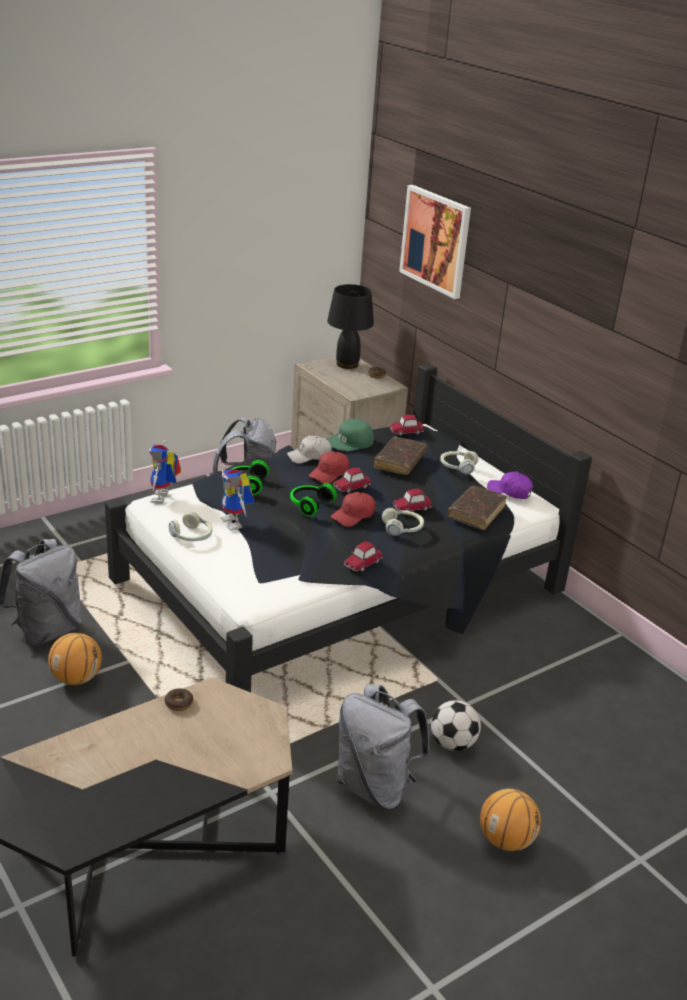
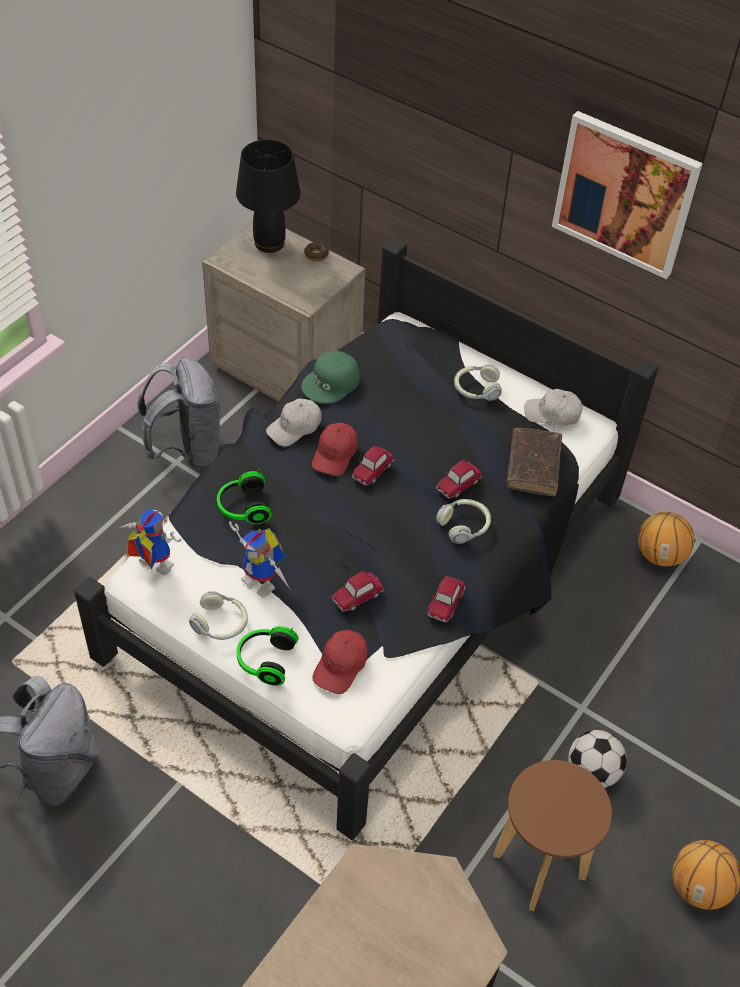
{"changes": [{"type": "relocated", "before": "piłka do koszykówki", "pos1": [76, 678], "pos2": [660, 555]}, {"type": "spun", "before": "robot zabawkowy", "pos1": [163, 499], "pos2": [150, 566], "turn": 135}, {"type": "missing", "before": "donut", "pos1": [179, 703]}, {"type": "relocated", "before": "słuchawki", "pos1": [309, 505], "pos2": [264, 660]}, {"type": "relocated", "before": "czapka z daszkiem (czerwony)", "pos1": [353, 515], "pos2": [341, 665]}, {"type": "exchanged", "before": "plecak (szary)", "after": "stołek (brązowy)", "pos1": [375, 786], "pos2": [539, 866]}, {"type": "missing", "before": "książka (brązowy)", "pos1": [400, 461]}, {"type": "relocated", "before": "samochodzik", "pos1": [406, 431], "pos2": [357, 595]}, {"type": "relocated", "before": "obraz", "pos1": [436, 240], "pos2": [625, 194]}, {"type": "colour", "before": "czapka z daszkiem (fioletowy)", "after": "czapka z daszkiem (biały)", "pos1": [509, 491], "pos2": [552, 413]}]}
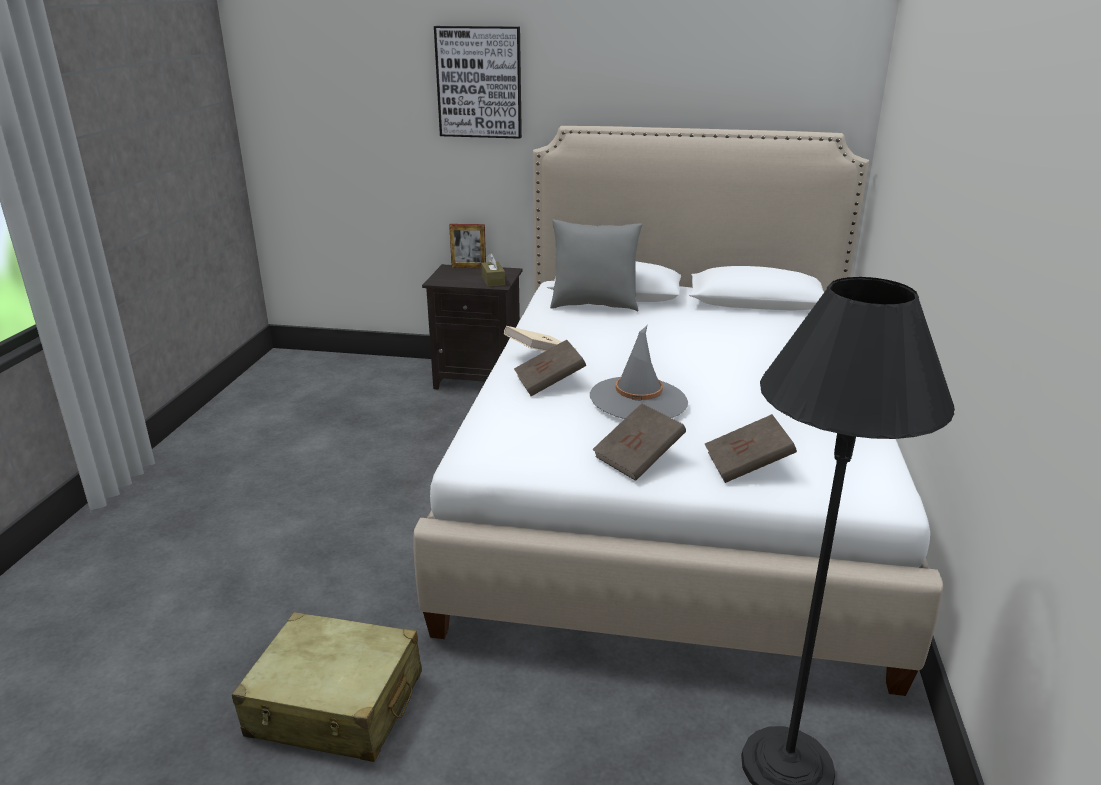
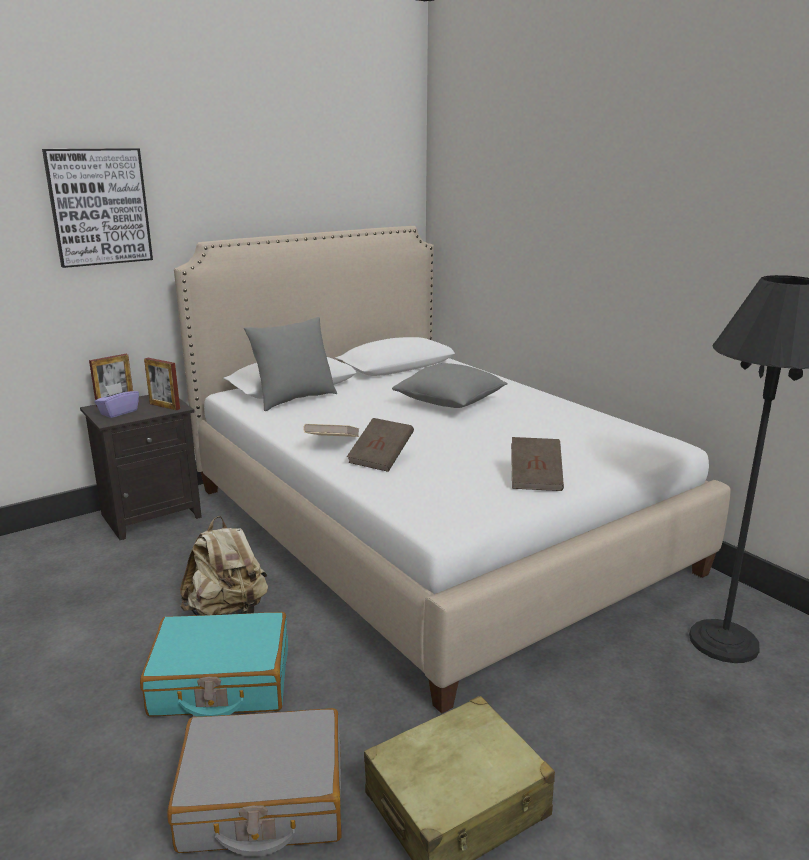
{"changes": [{"type": "exchanged", "before": "pudełko chusteczek (brązowy)", "after": "ramka na zdjęcie", "pos1": [493, 280], "pos2": [164, 406]}, {"type": "missing", "before": "kapelusz (szary)", "pos1": [638, 399]}, {"type": "missing", "before": "książka (brązowy)", "pos1": [747, 466]}, {"type": "appeared", "after": "pudełko chusteczek (fioletowy)", "pos2": [118, 412]}, {"type": "appeared", "after": "walizka (turkusowy)", "pos2": [221, 682]}, {"type": "appeared", "after": "walizka (szary)", "pos2": [262, 799]}, {"type": "appeared", "after": "plecak (beżowy)", "pos2": [228, 612]}, {"type": "appeared", "after": "poduszka (szary)", "pos2": [450, 403]}]}
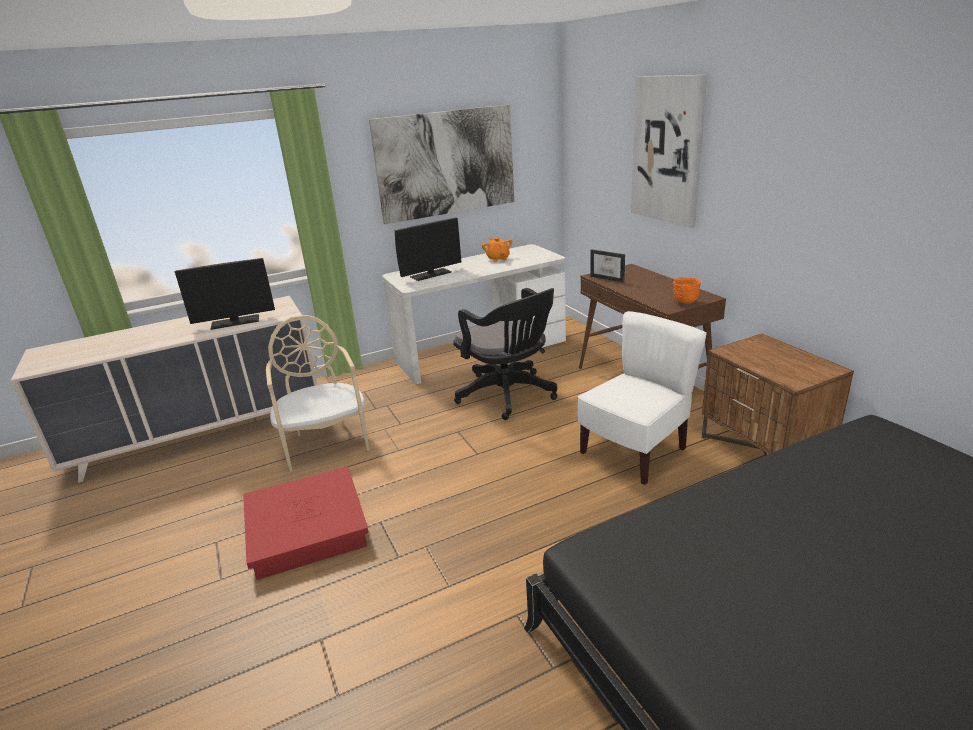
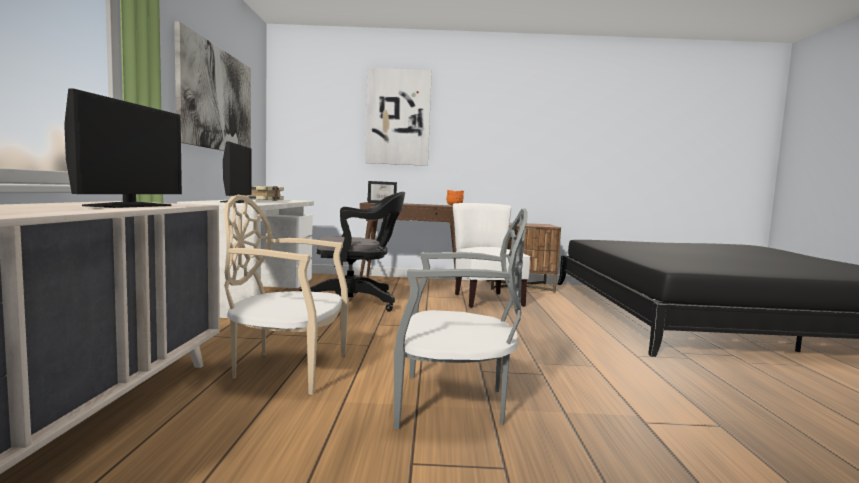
{"changes": [{"type": "exchanged", "before": "pojemnik do przechowywania (czerwony)", "after": "krzesło (szary)", "pos1": [306, 529], "pos2": [454, 403]}, {"type": "exchanged", "before": "imbryk (pomarańczowy)", "after": "książka", "pos1": [498, 258], "pos2": [262, 200]}]}
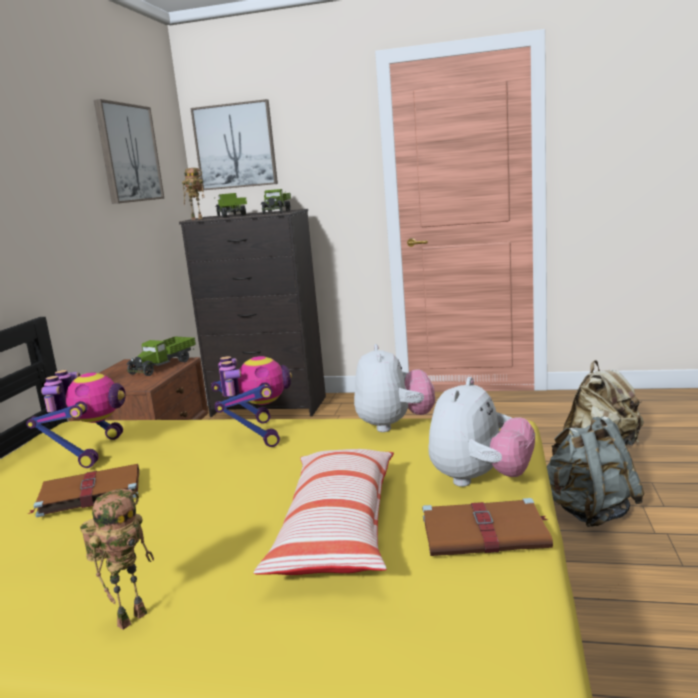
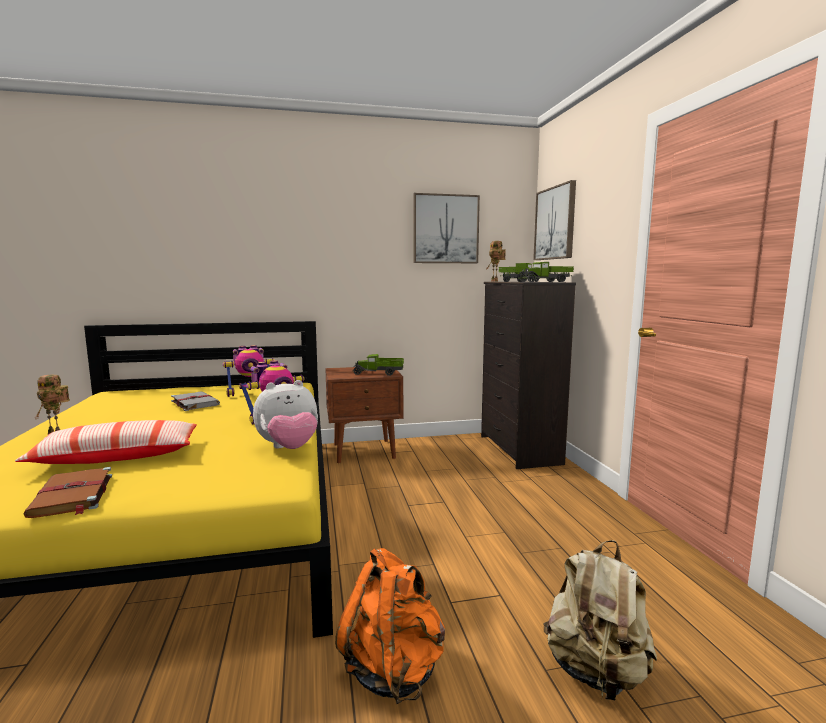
{"changes": [{"type": "colour", "before": "książka (brązowy)", "after": "książka (szary)", "pos1": [88, 493], "pos2": [194, 403]}, {"type": "missing", "before": "pluszak", "pos1": [479, 480]}, {"type": "colour", "before": "plecak (szary)", "after": "plecak (pomarańczowy)", "pos1": [589, 512], "pos2": [393, 669]}]}
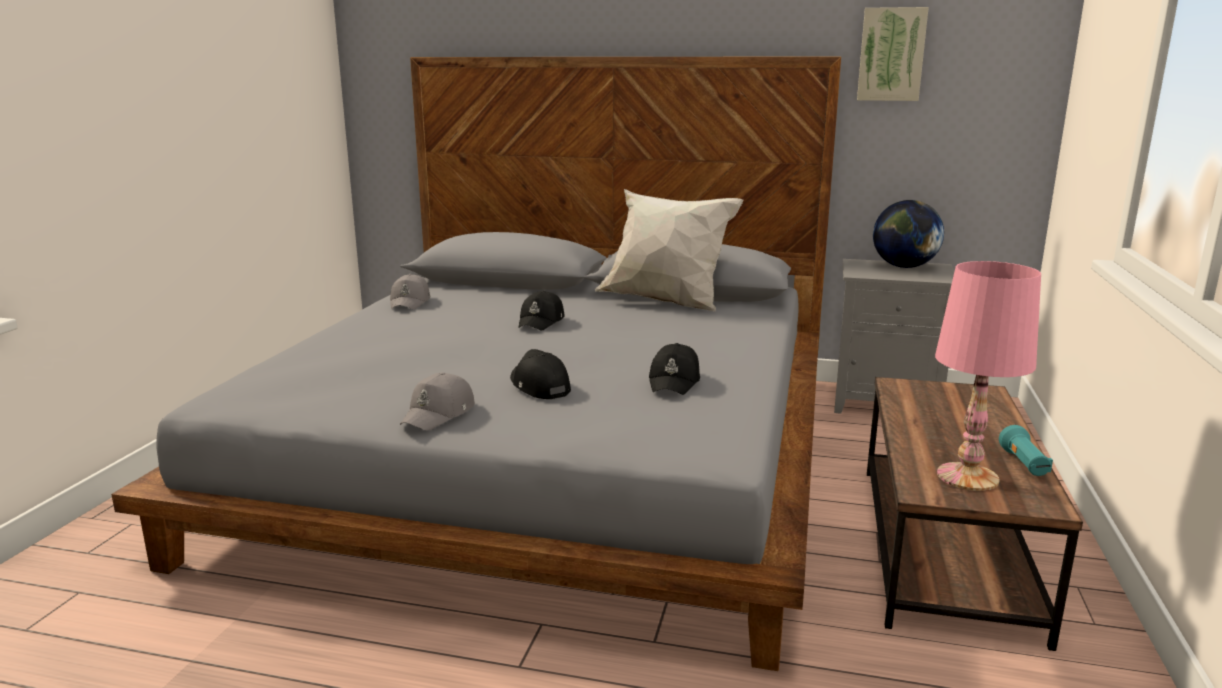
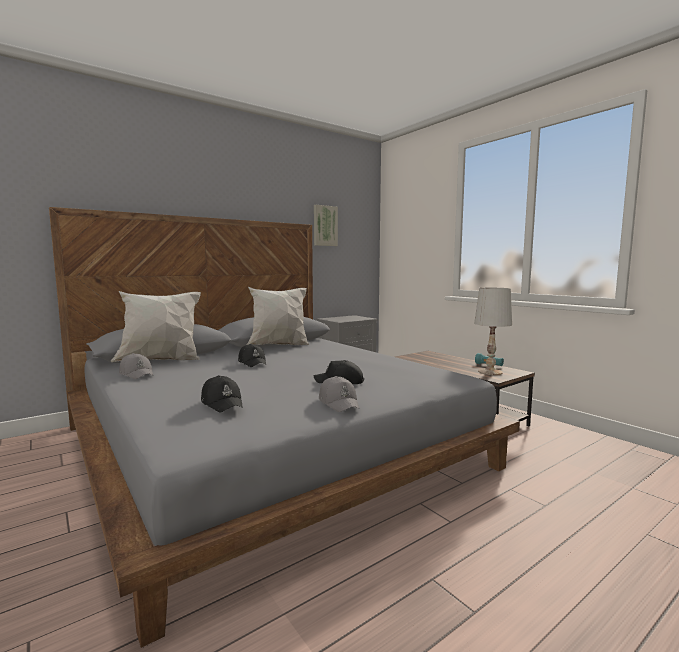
{"changes": [{"type": "relocated", "before": "czapka z daszkiem (czarny)", "pos1": [675, 381], "pos2": [222, 403]}, {"type": "missing", "before": "globus", "pos1": [904, 267]}, {"type": "colour", "before": "lampa stołowa (różowy)", "after": "lampa stołowa (biały)", "pos1": [967, 476], "pos2": [489, 372]}, {"type": "appeared", "after": "poduszka (biały)", "pos2": [161, 361]}]}
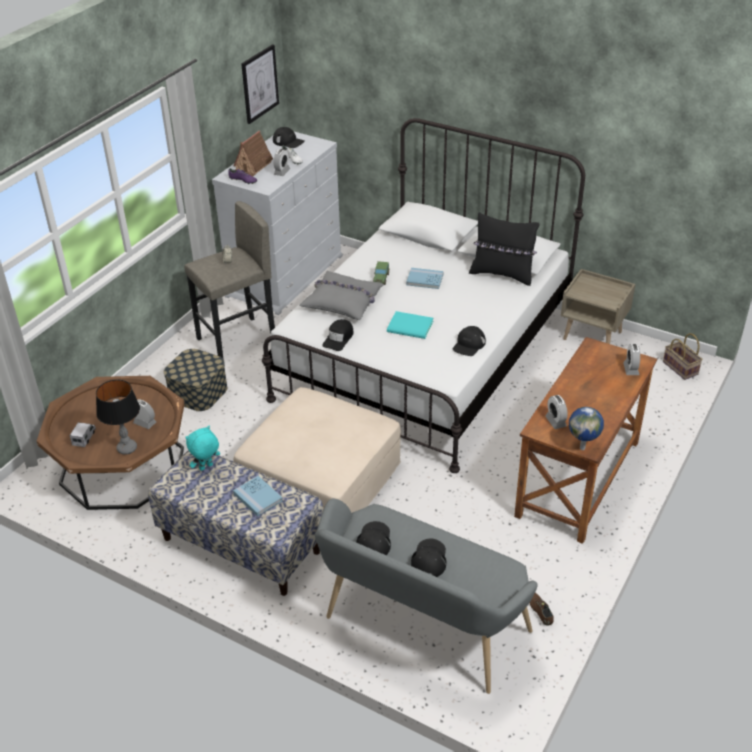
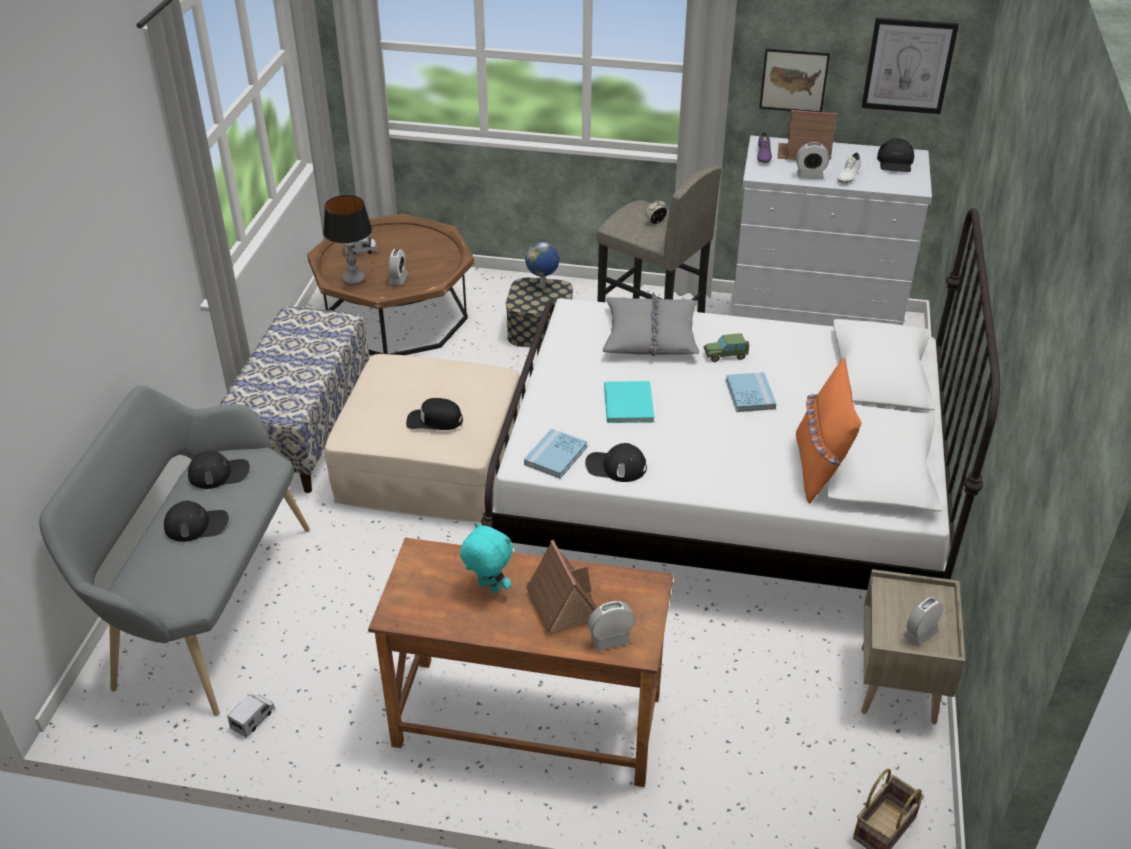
{"changes": [{"type": "relocated", "before": "pluszak (turkusowy)", "pos1": [206, 467], "pos2": [487, 588]}, {"type": "relocated", "before": "książka (niebieski)", "pos1": [258, 497], "pos2": [555, 455]}, {"type": "relocated", "before": "czapka z daszkiem (czarny)", "pos1": [339, 338], "pos2": [434, 420]}, {"type": "colour", "before": "poduszka (czarny)", "after": "poduszka (pomarańczowy)", "pos1": [502, 274], "pos2": [819, 468]}, {"type": "exchanged", "before": "but (brązowy)", "after": "ciężarówka zabawkowa", "pos1": [540, 611], "pos2": [253, 719]}, {"type": "relocated", "before": "budzik", "pos1": [555, 421], "pos2": [920, 633]}, {"type": "relocated", "before": "globus", "pos1": [583, 447], "pos2": [543, 287]}, {"type": "appeared", "after": "domek", "pos2": [561, 603]}, {"type": "appeared", "after": "obraz", "pos2": [794, 80]}]}
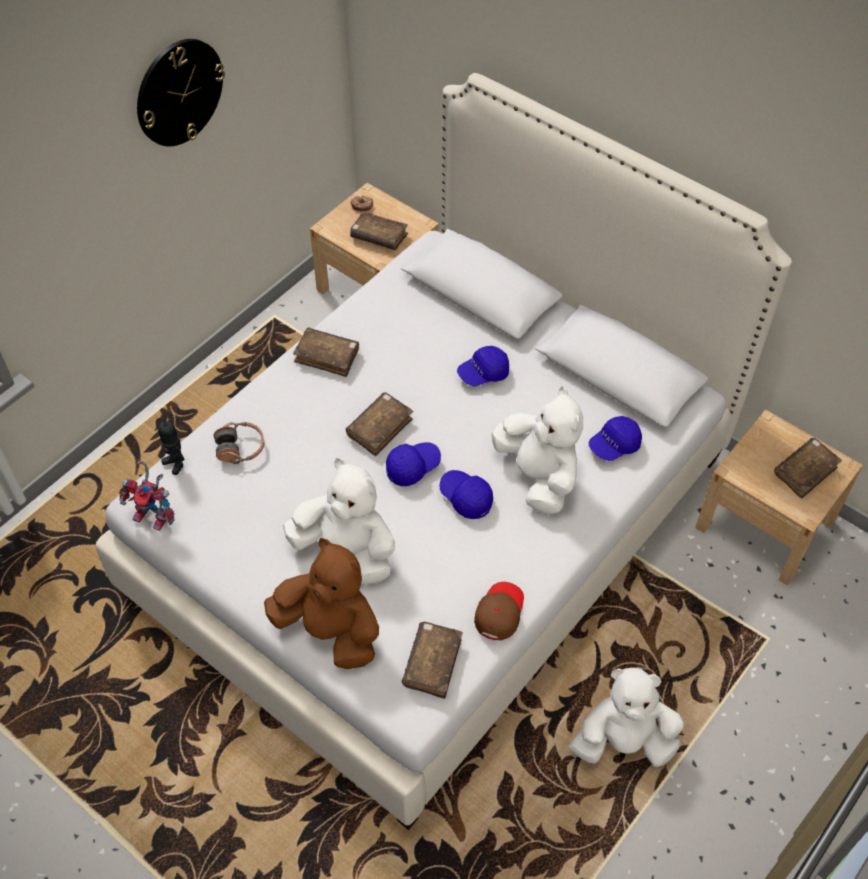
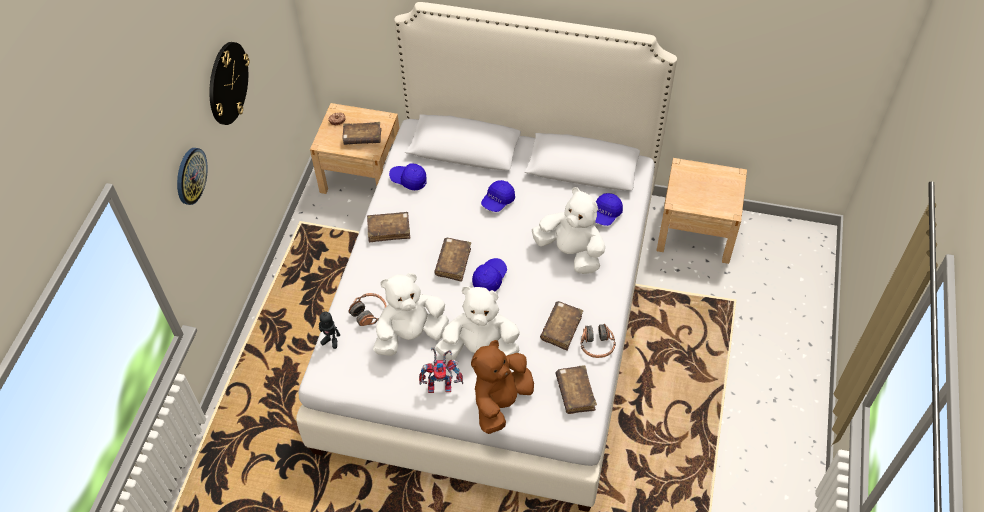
{"changes": [{"type": "relocated", "before": "robot zabawkowy", "pos1": [156, 516], "pos2": [442, 384]}, {"type": "spun", "before": "pluszak (brązowy)", "pos1": [330, 631], "pos2": [500, 401], "turn": -60}, {"type": "relocated", "before": "czapka z daszkiem (niebieski)", "pos1": [466, 498], "pos2": [408, 180]}, {"type": "exchanged", "before": "czapka z daszkiem (brązowy)", "after": "słuchawki", "pos1": [499, 612], "pos2": [597, 345]}, {"type": "relocated", "before": "pluszak (biały)", "pos1": [624, 741], "pos2": [410, 335]}, {"type": "relocated", "before": "książka (brązowy)", "pos1": [805, 472], "pos2": [561, 328]}, {"type": "appeared", "after": "zegar ścienny", "pos2": [190, 176]}]}
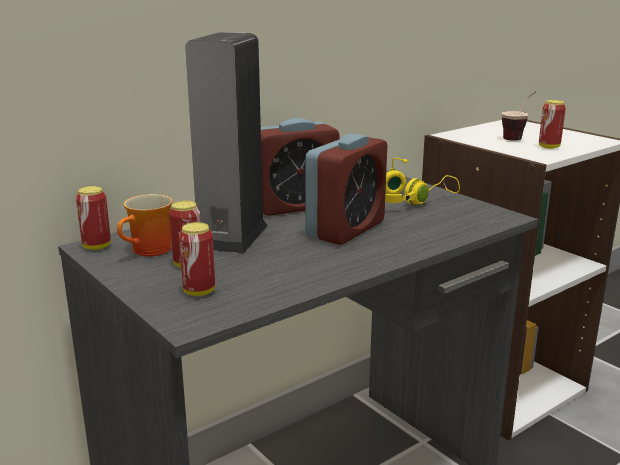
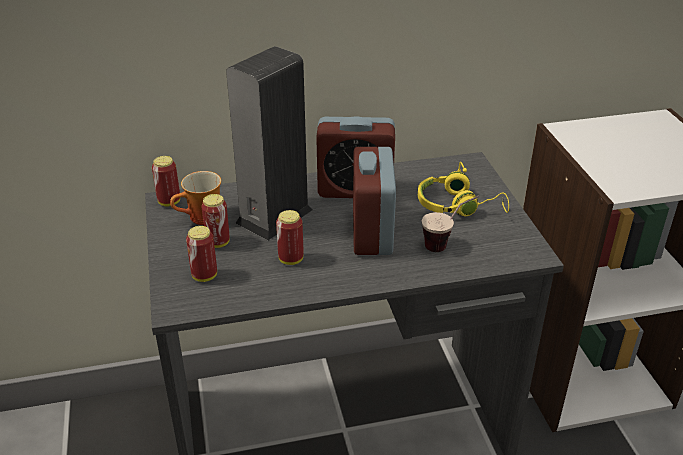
{"changes": [{"type": "spun", "before": "budzik", "pos1": [346, 229], "pos2": [372, 233], "turn": 120}, {"type": "relocated", "before": "filiżanka", "pos1": [518, 137], "pos2": [447, 244]}, {"type": "relocated", "before": "puszka", "pos1": [549, 147], "pos2": [291, 259]}]}
